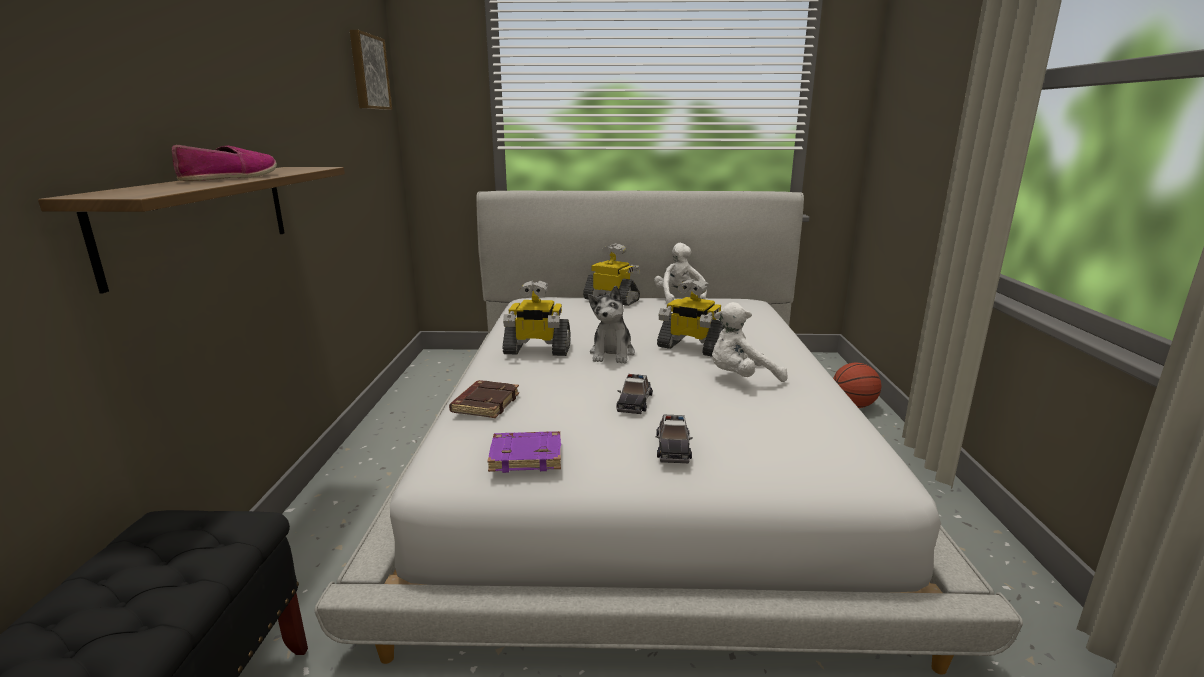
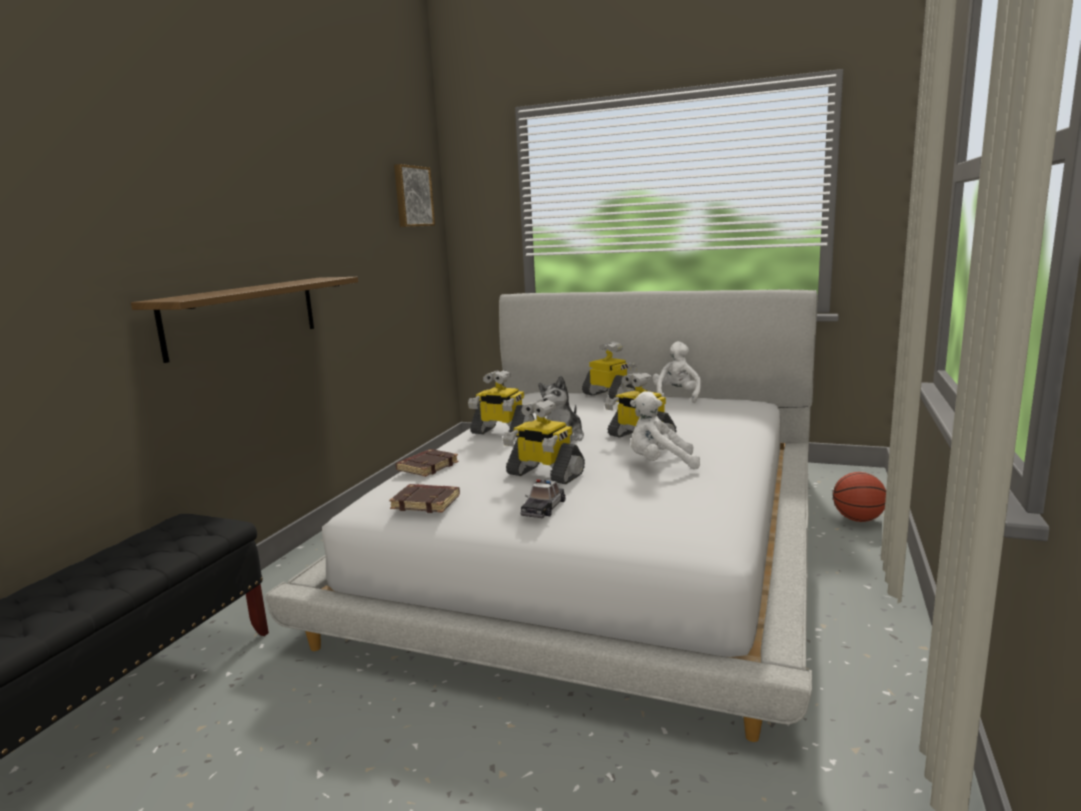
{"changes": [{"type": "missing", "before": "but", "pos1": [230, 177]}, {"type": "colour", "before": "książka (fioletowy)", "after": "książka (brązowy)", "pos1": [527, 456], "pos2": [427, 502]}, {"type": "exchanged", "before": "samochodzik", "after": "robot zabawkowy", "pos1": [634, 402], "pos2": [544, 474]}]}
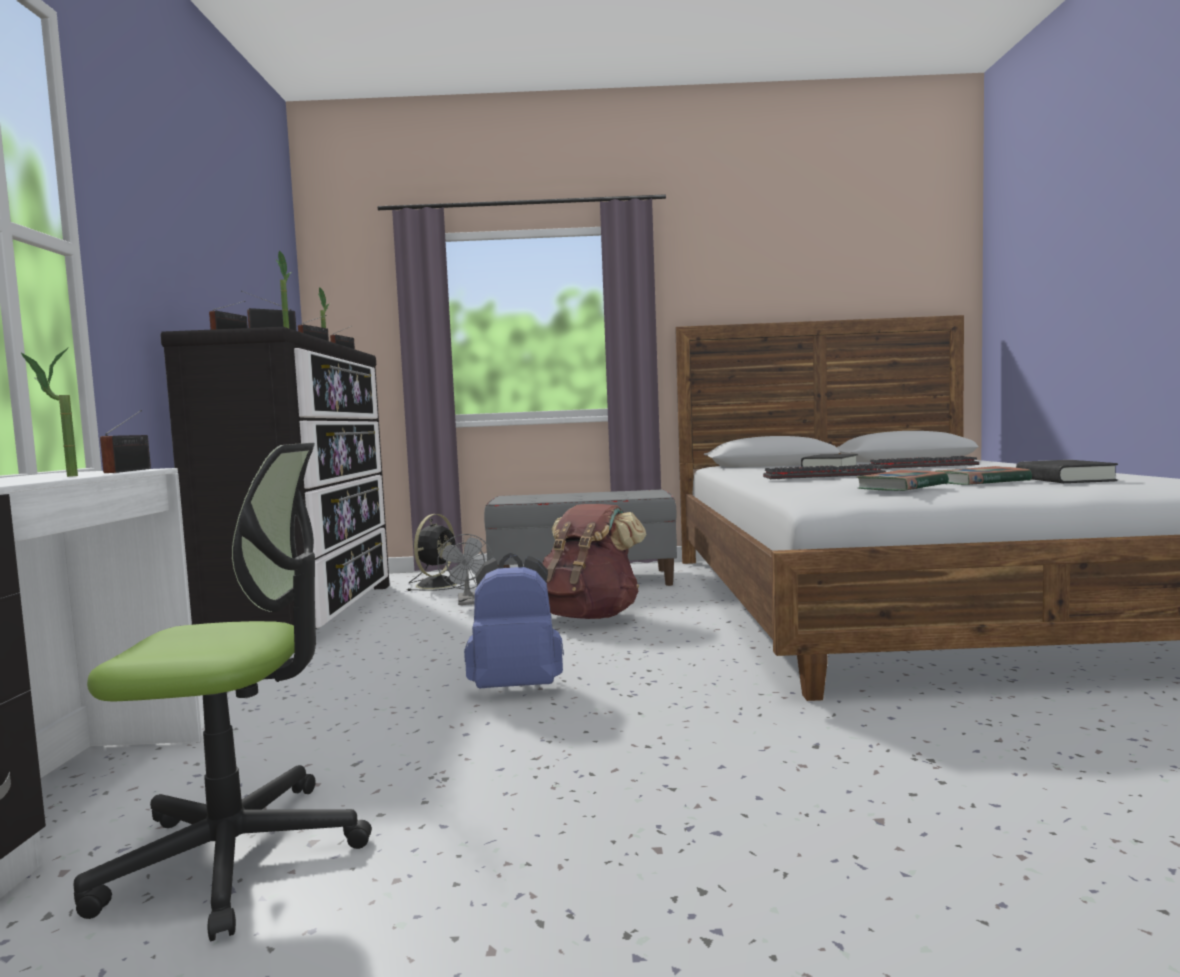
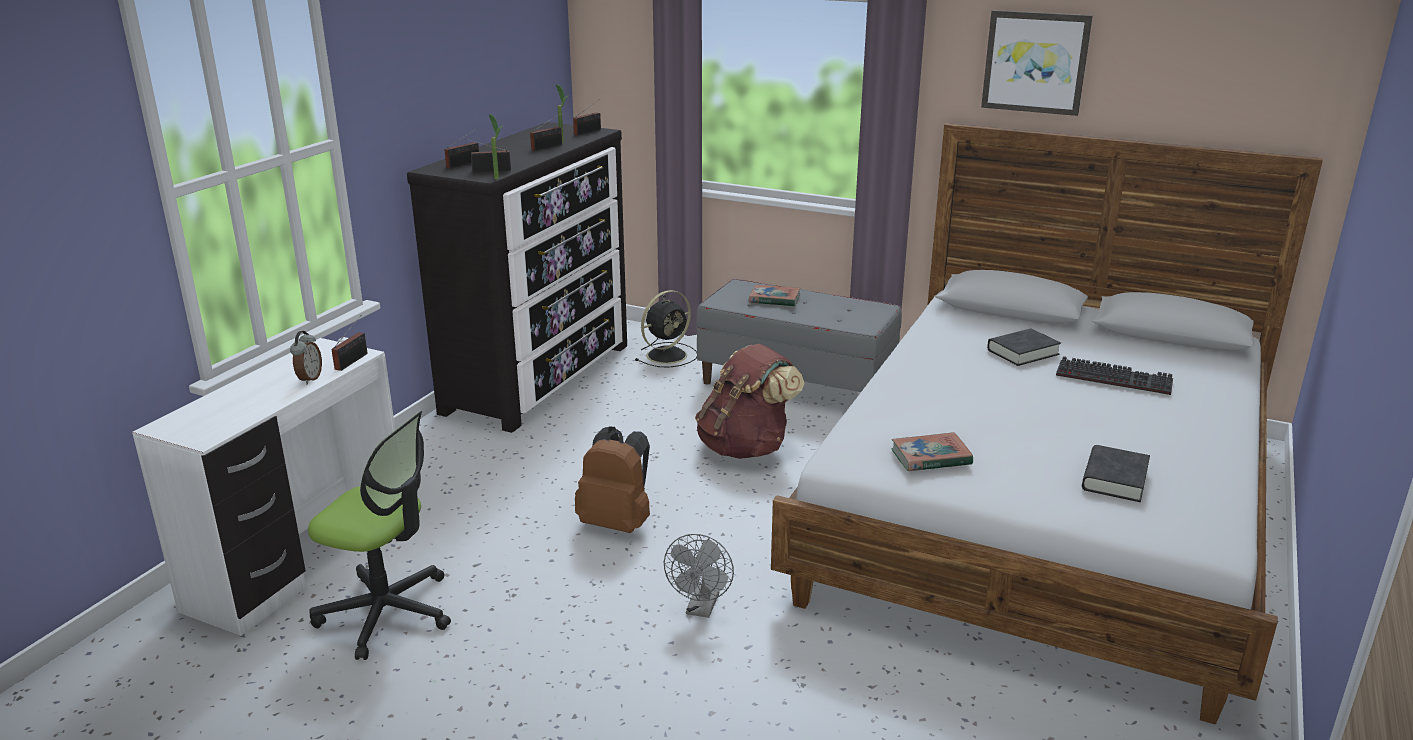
{"changes": [{"type": "exchanged", "before": "roślina doniczkowa", "after": "budzik", "pos1": [60, 477], "pos2": [309, 379]}, {"type": "relocated", "before": "wentylator (szary)", "pos1": [468, 602], "pos2": [701, 609]}, {"type": "colour", "before": "plecak (niebieski)", "after": "plecak (brązowy)", "pos1": [517, 687], "pos2": [617, 523]}, {"type": "missing", "before": "klawiatura", "pos1": [824, 476]}, {"type": "relocated", "before": "książka", "pos1": [981, 482], "pos2": [774, 299]}, {"type": "appeared", "after": "obraz", "pos2": [1035, 62]}]}
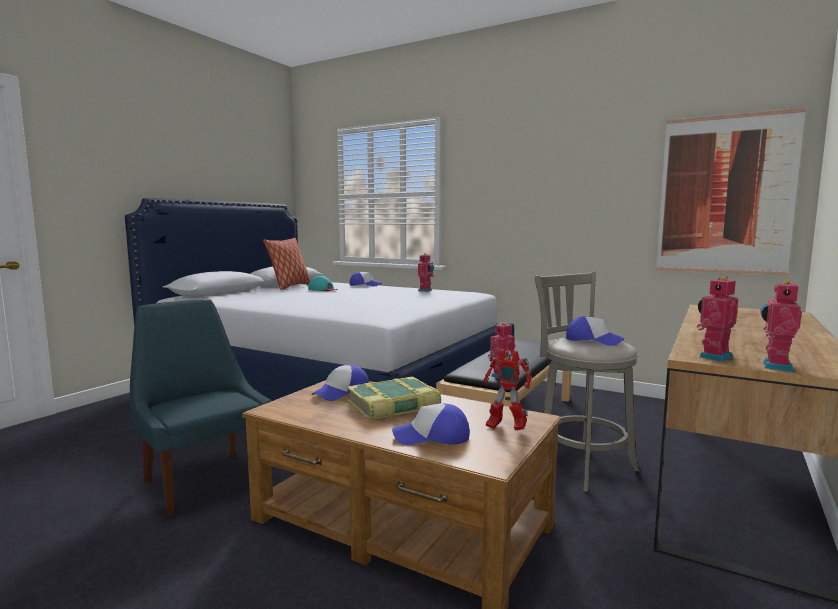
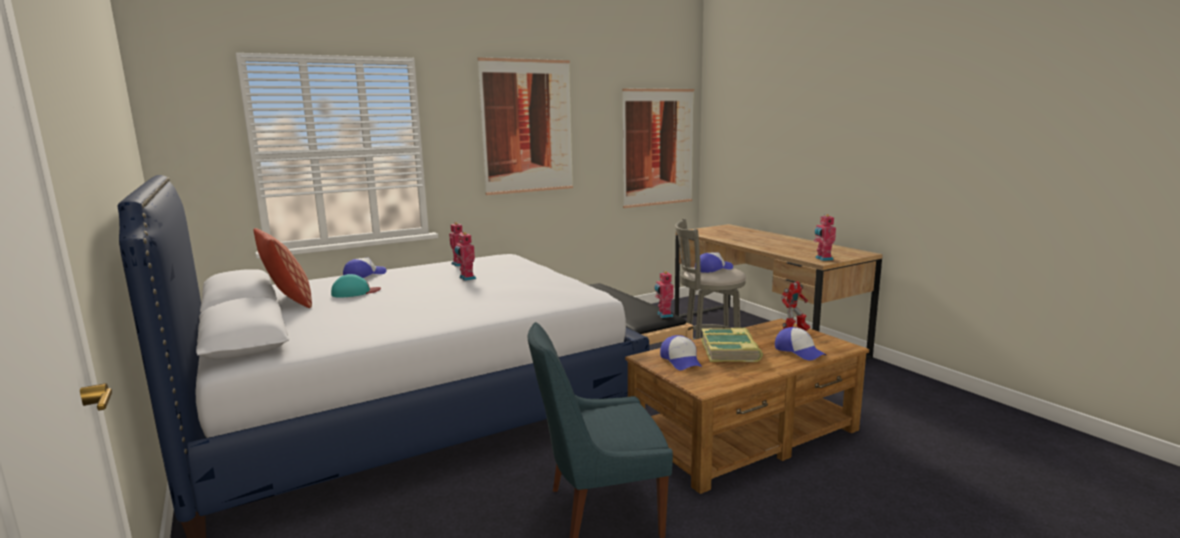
{"changes": [{"type": "spun", "before": "czapka z daszkiem", "pos1": [432, 437], "pos2": [799, 351], "turn": -60}, {"type": "relocated", "before": "robot zabawkowy", "pos1": [774, 366], "pos2": [466, 278]}, {"type": "appeared", "after": "obraz", "pos2": [527, 126]}]}
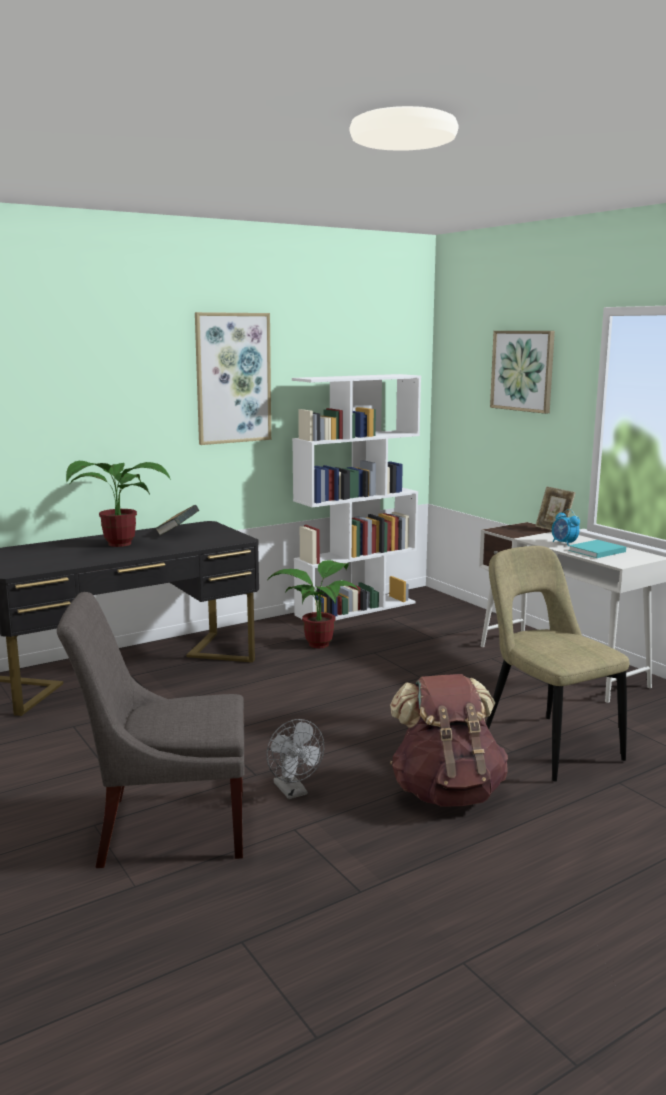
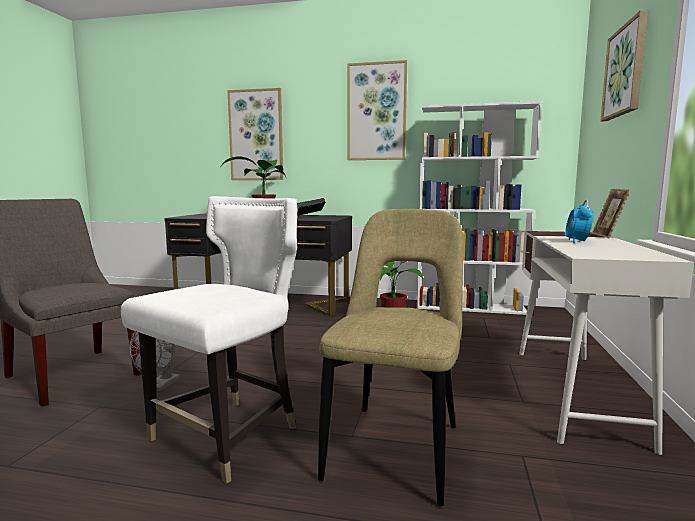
{"changes": [{"type": "exchanged", "before": "plecak (brązowy)", "after": "krzesło (biały)", "pos1": [447, 792], "pos2": [227, 436]}, {"type": "missing", "before": "książka (turkusowy)", "pos1": [595, 551]}, {"type": "appeared", "after": "obraz", "pos2": [256, 135]}]}
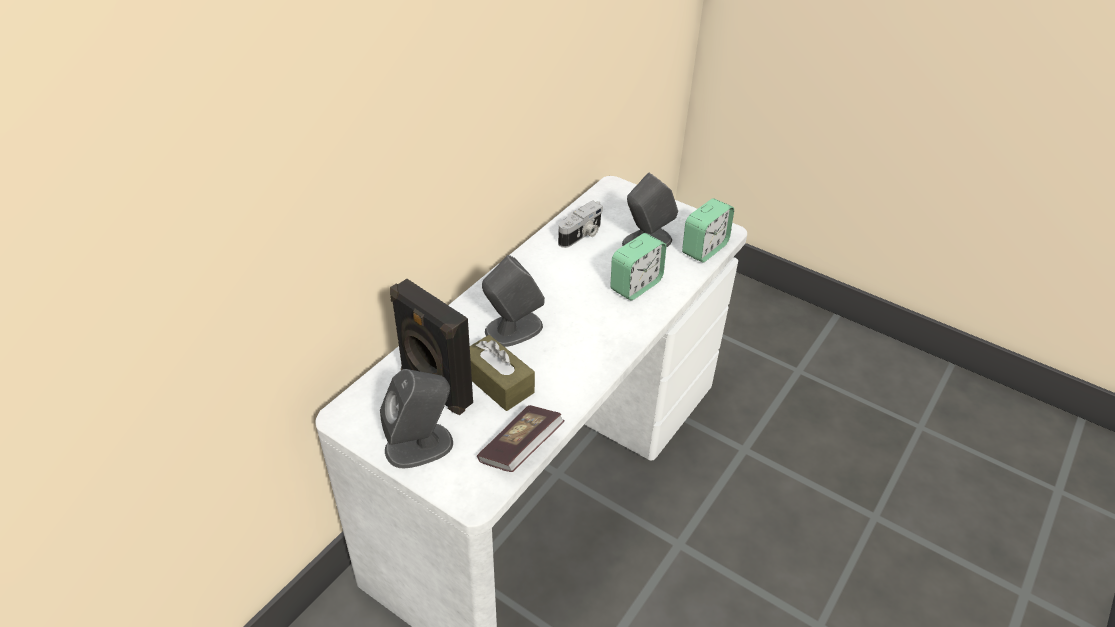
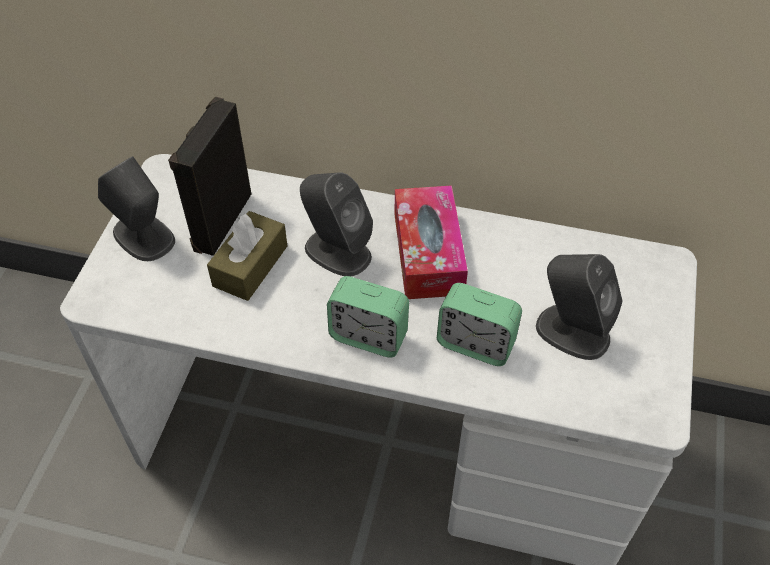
{"changes": [{"type": "missing", "before": "książka", "pos1": [520, 449]}, {"type": "missing", "before": "aparat fotograficzny", "pos1": [581, 235]}, {"type": "relocated", "before": "budzik", "pos1": [704, 249], "pos2": [368, 336]}, {"type": "appeared", "after": "pudełko chusteczek", "pos2": [428, 253]}]}
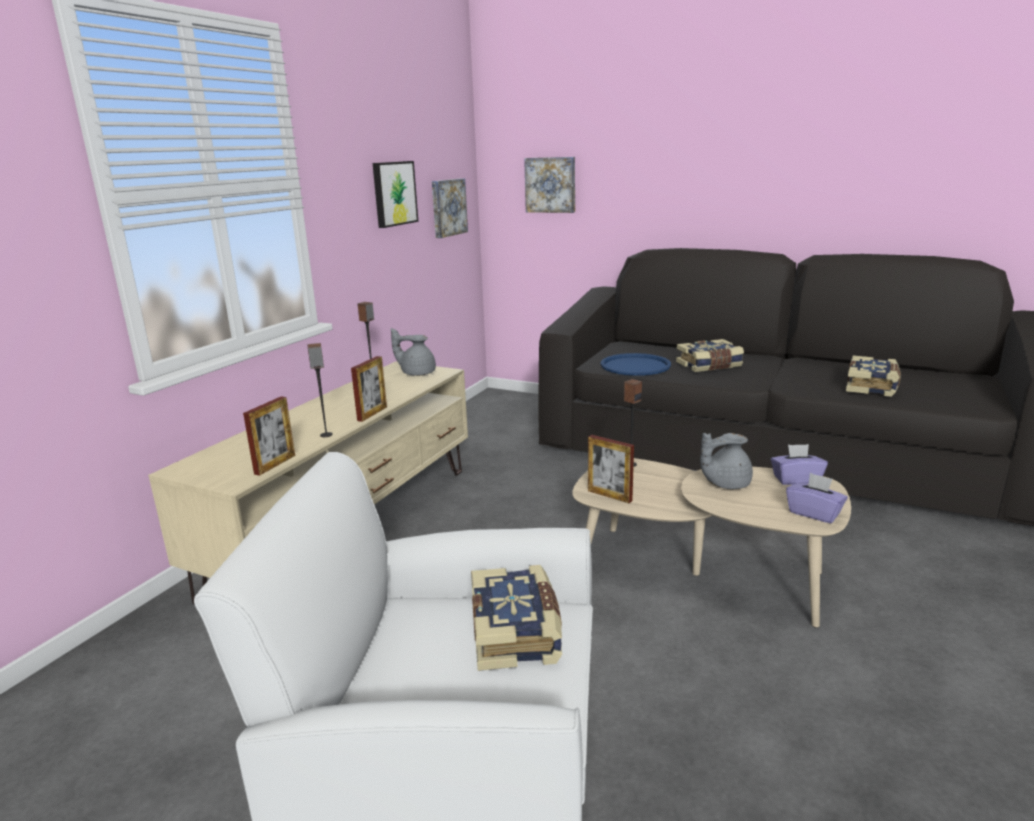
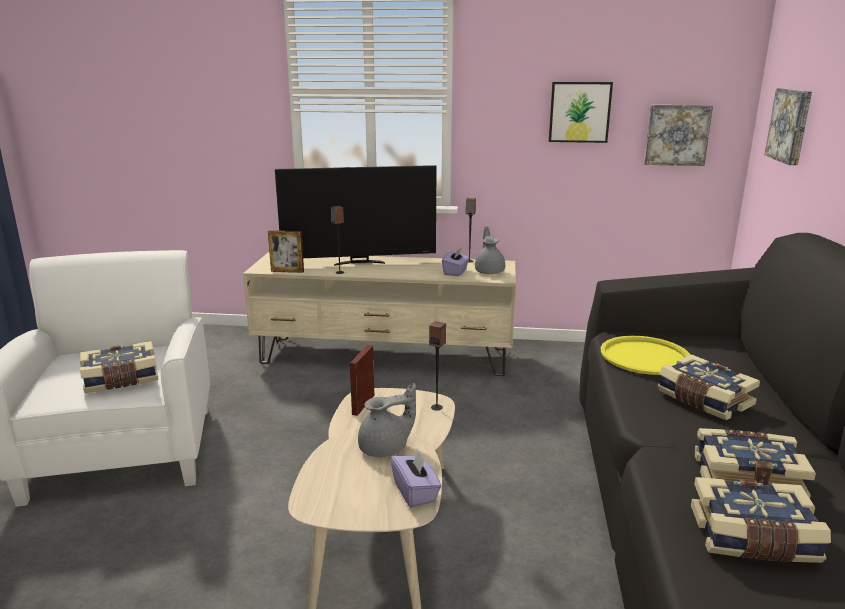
{"changes": [{"type": "missing", "before": "ramka na zdjęcie", "pos1": [372, 414]}, {"type": "colour", "before": "taca (niebieski)", "after": "taca (żółty)", "pos1": [635, 366], "pos2": [645, 356]}, {"type": "spun", "before": "imbryk (szary)", "pos1": [725, 483], "pos2": [385, 448], "turn": 105}, {"type": "relocated", "before": "pudełko chusteczek (fioletowy)", "pos1": [814, 513], "pos2": [455, 272]}, {"type": "appeared", "after": "telewizor", "pos2": [359, 263]}, {"type": "appeared", "after": "książka", "pos2": [746, 477]}]}
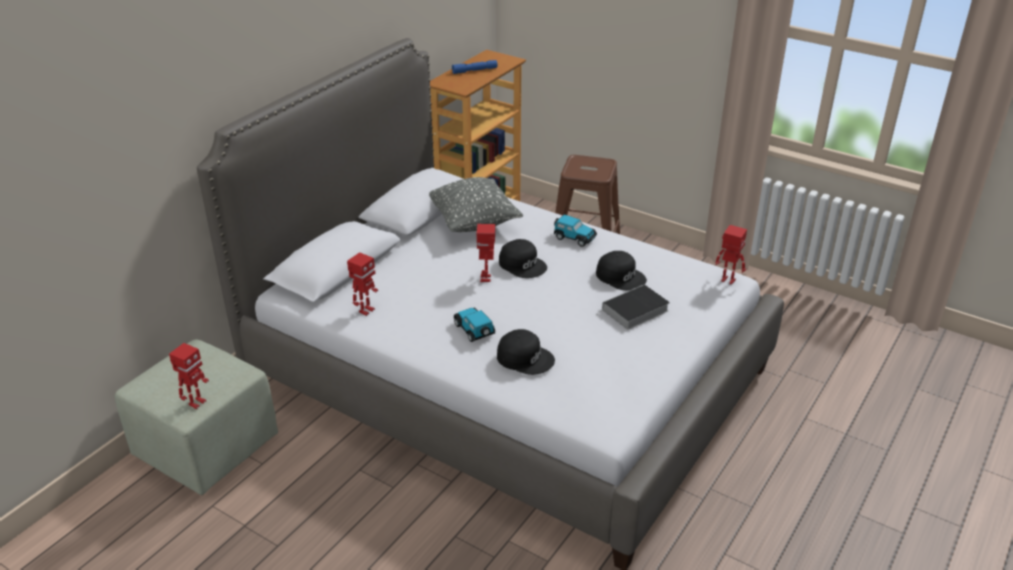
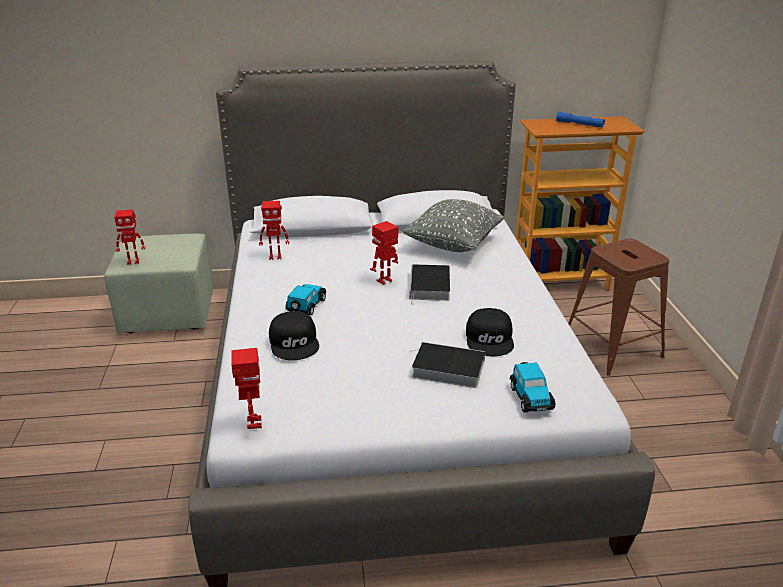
{"changes": [{"type": "exchanged", "before": "czapka z daszkiem (czarny)", "after": "książka", "pos1": [523, 264], "pos2": [430, 287]}, {"type": "relocated", "before": "samochodzik", "pos1": [574, 238], "pos2": [530, 397]}, {"type": "relocated", "before": "robot zabawkowy", "pos1": [727, 281], "pos2": [253, 423]}]}
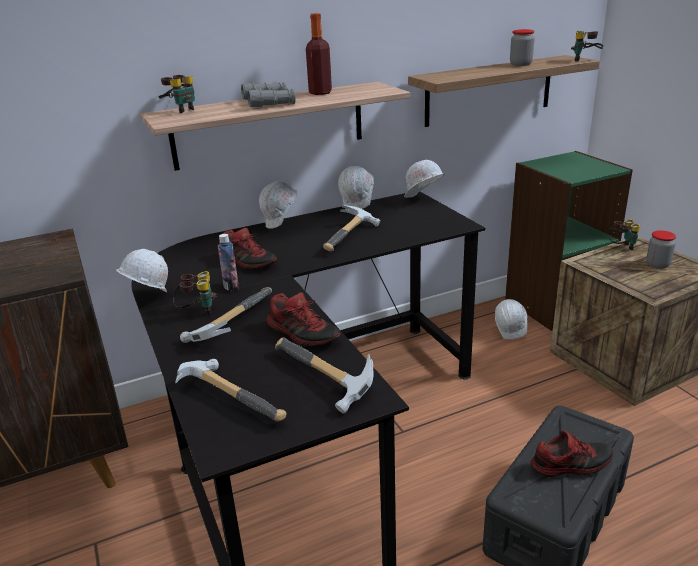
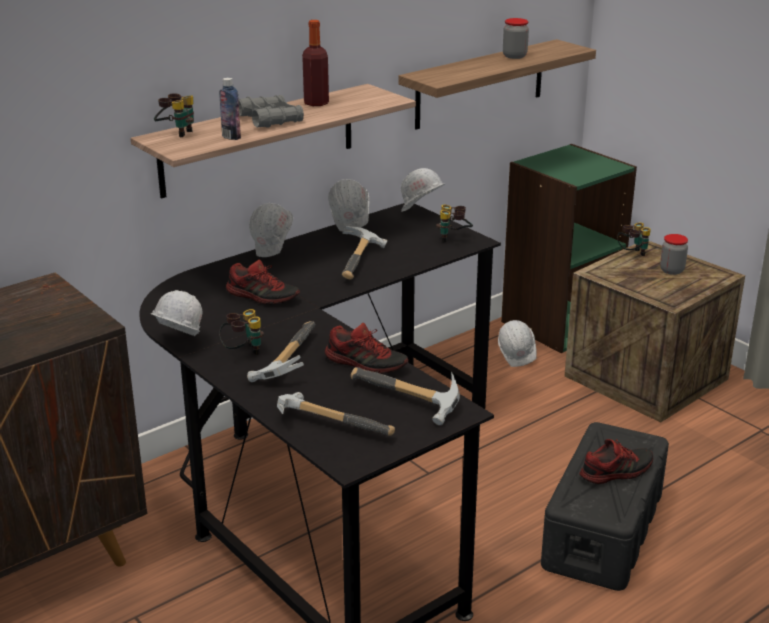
{"changes": [{"type": "relocated", "before": "butelka", "pos1": [231, 287], "pos2": [231, 137]}, {"type": "relocated", "before": "lornetka", "pos1": [585, 60], "pos2": [454, 239]}]}
